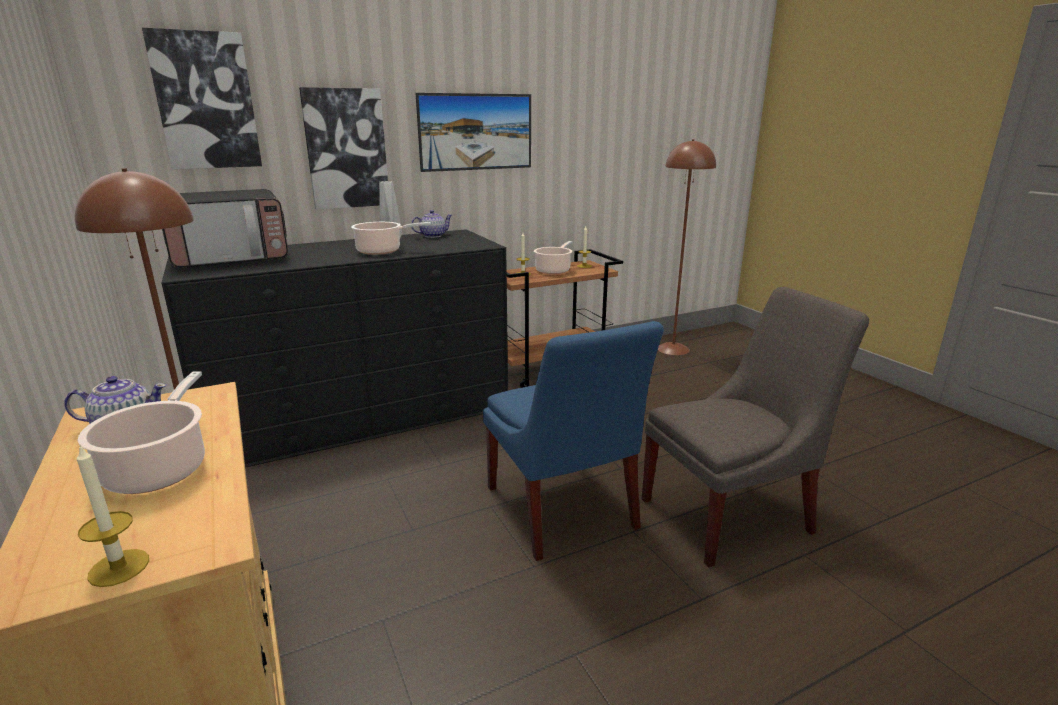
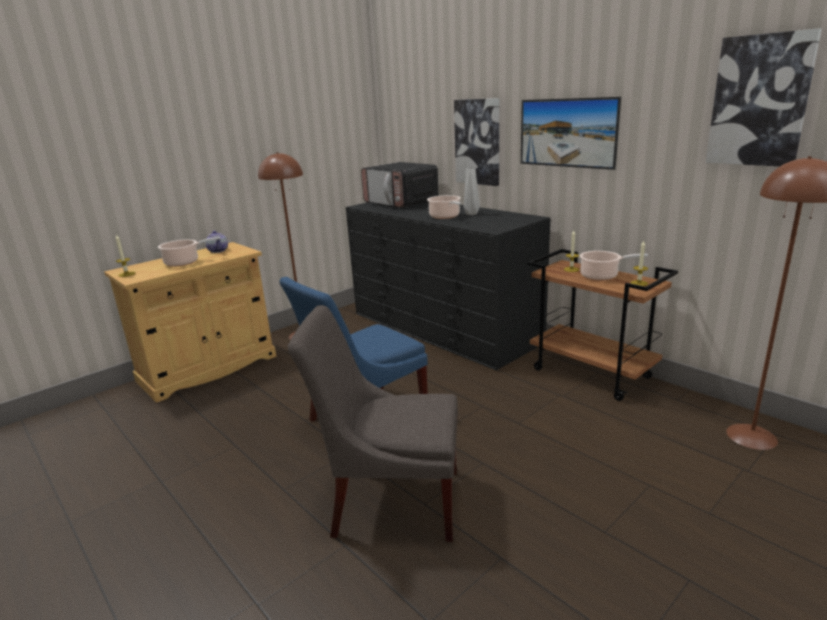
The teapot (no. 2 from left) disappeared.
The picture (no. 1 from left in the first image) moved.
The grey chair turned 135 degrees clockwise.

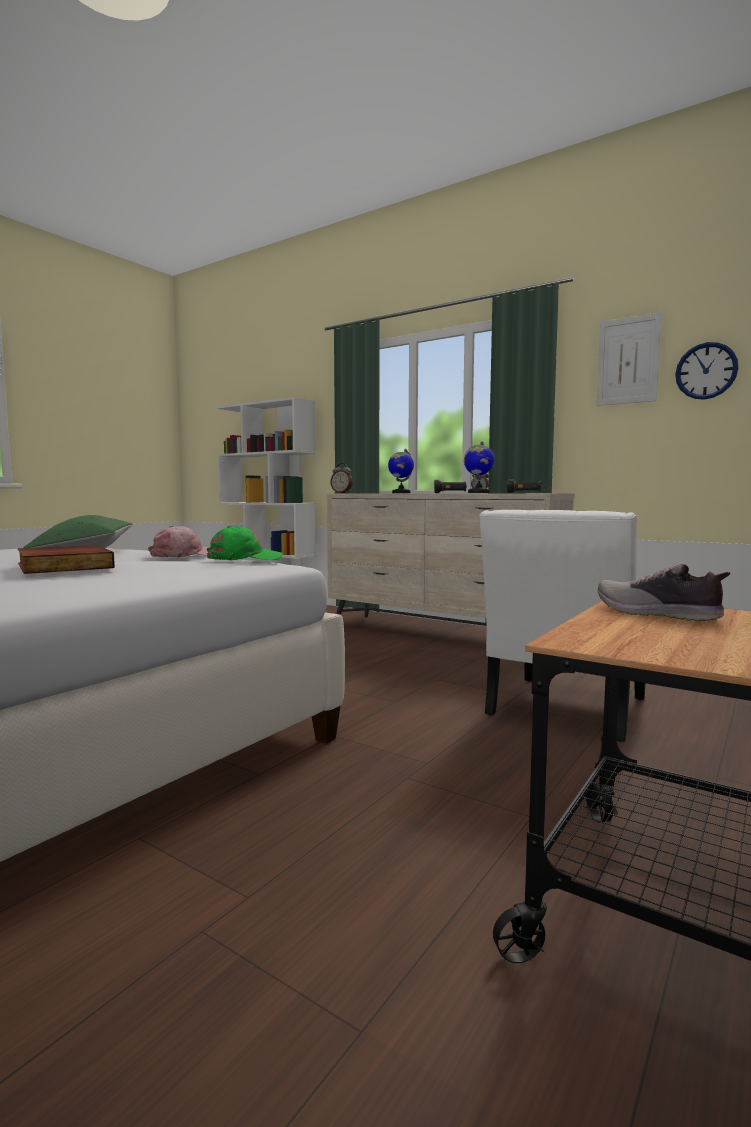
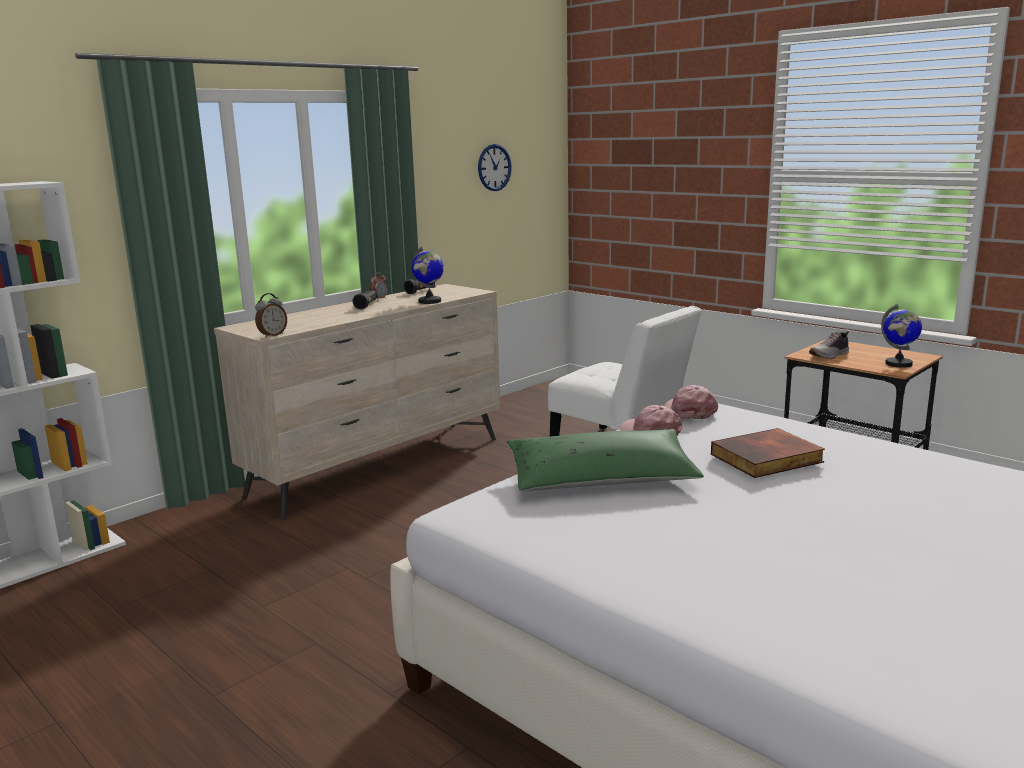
The picture disappeared.
The globe (no. 1 from left in the first image) moved.
The green cap became the pink cap (no. 2 from left).

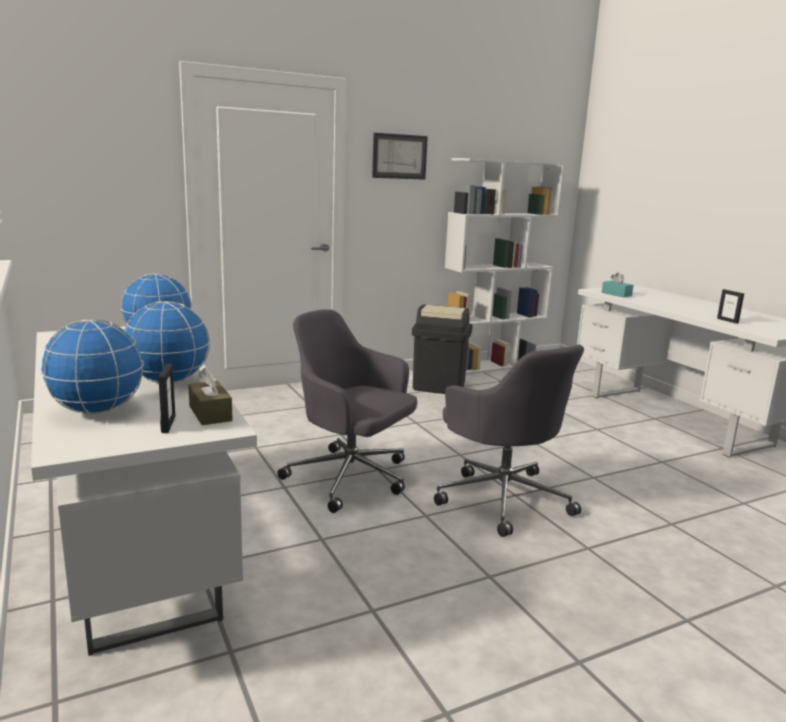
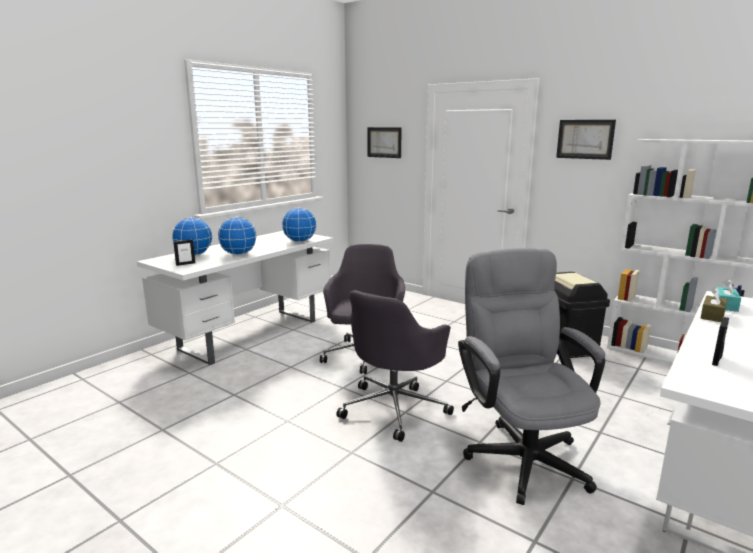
The picture (no. 1 from left) appeared.
The grey office chair (no. 3 from left) appeared.
The brown tissue box moved.

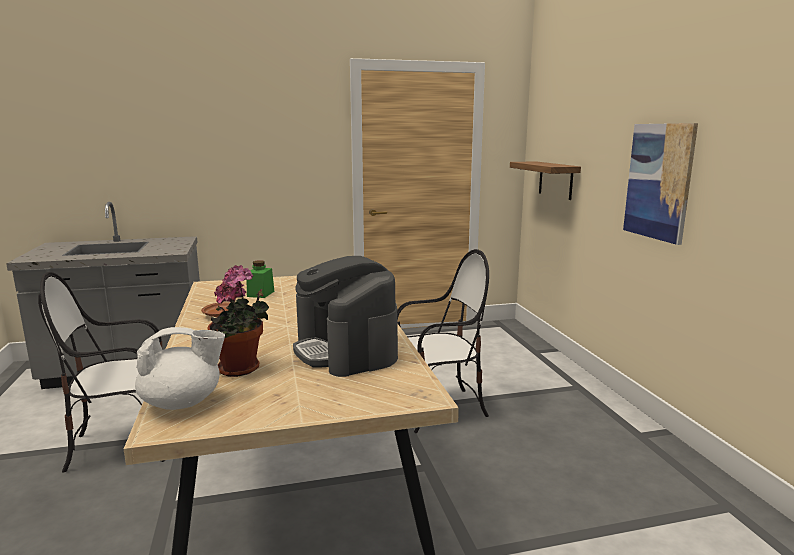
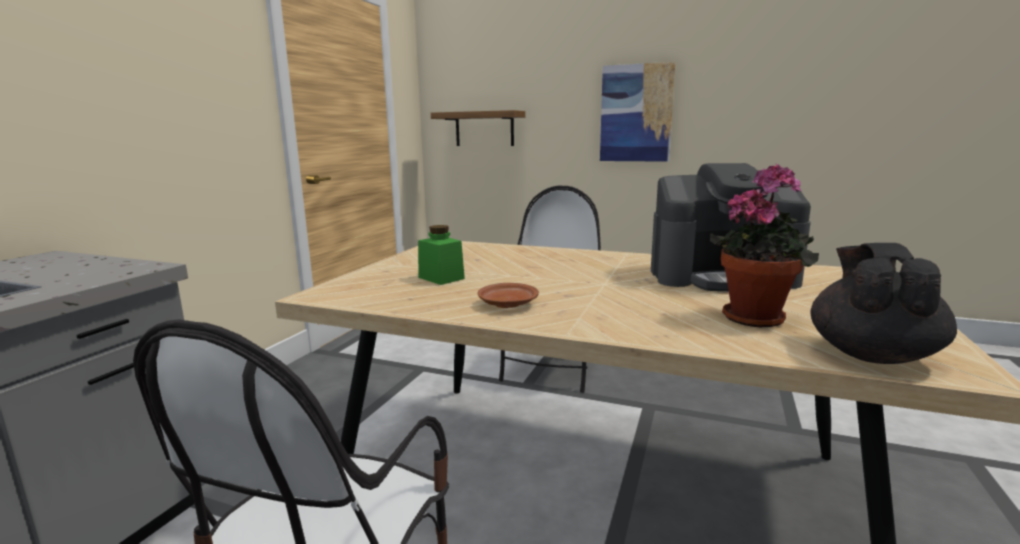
The white teapot became the black teapot.

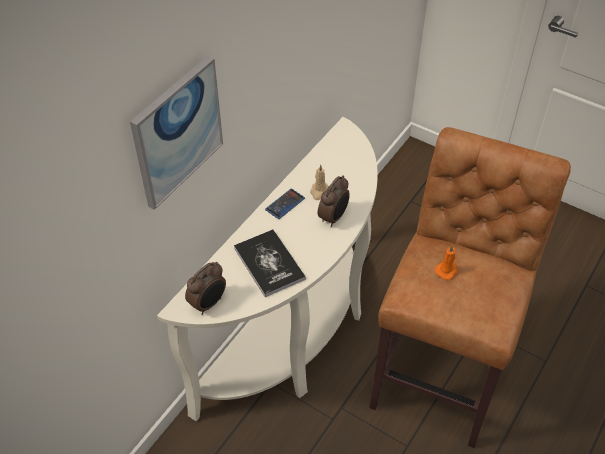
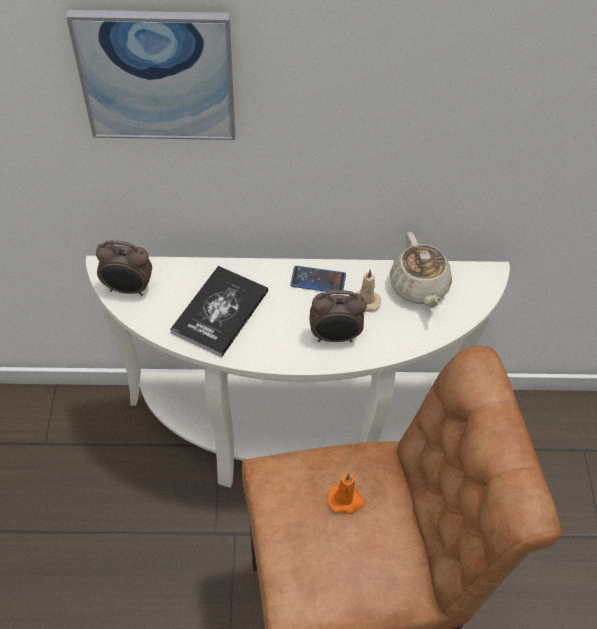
The beige teapot appeared.

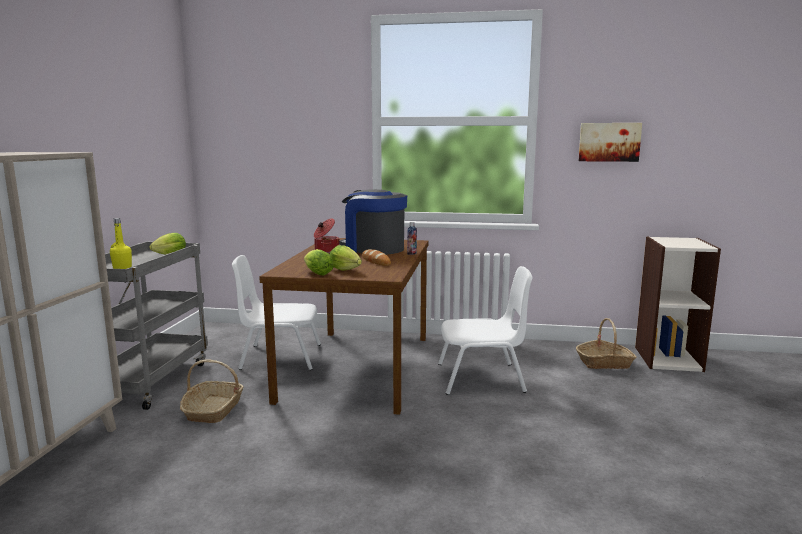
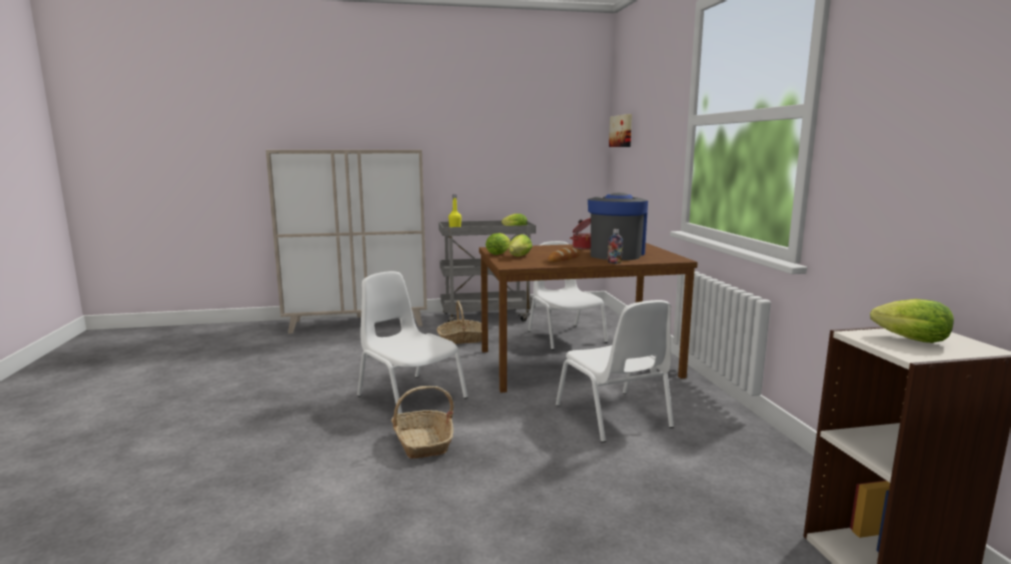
The white chair (no. 1 from left) appeared.
The lettuce (no. 4 from left) appeared.
The basket (no. 2 from left in the first image) moved.
The picture moved.

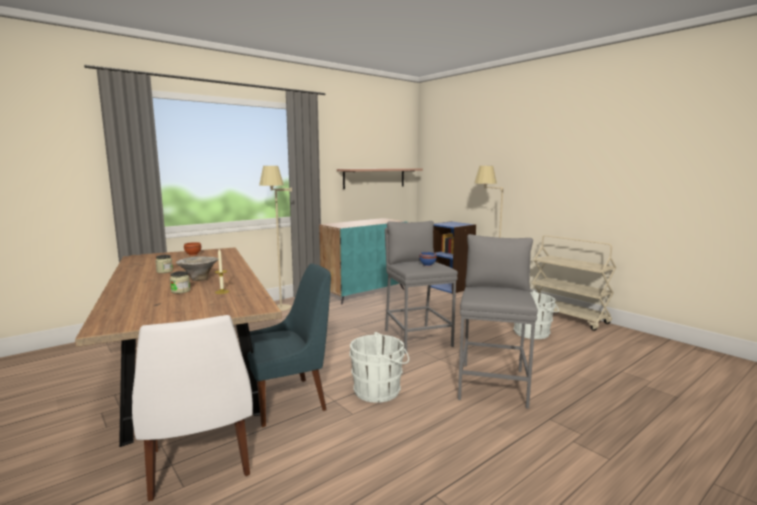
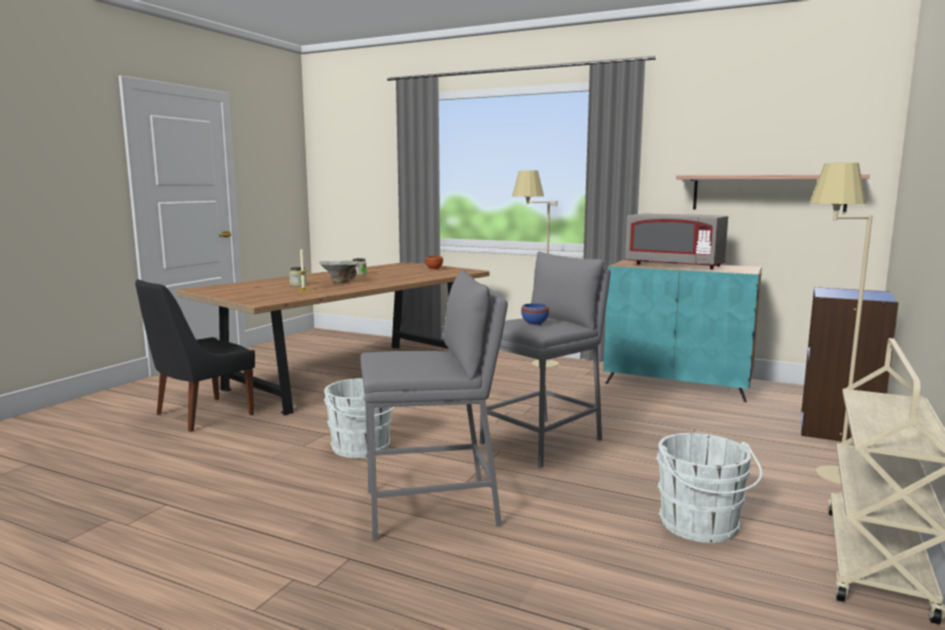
The blue chair disappeared.
The grey microwave appeared.
The white chair became the black chair.

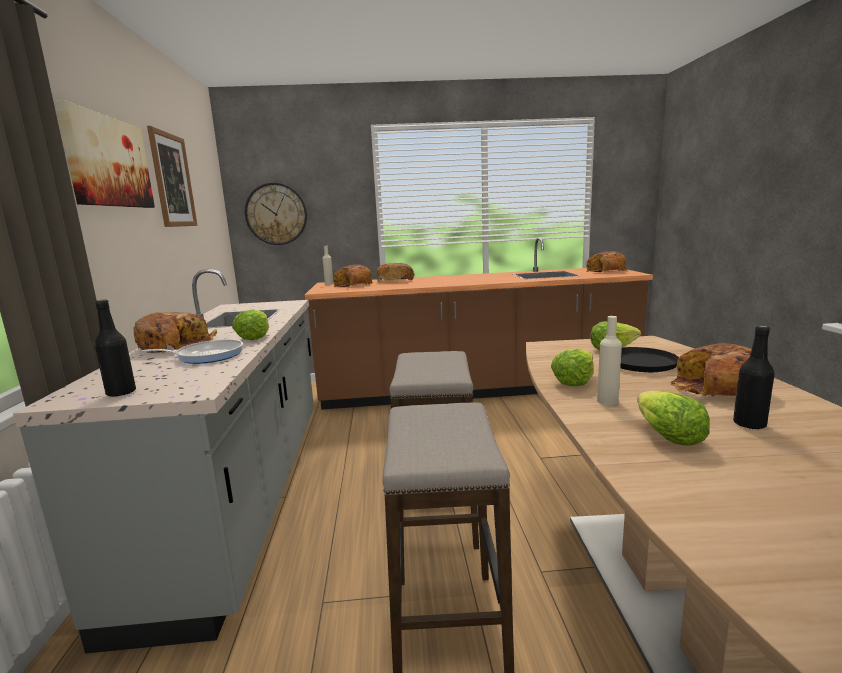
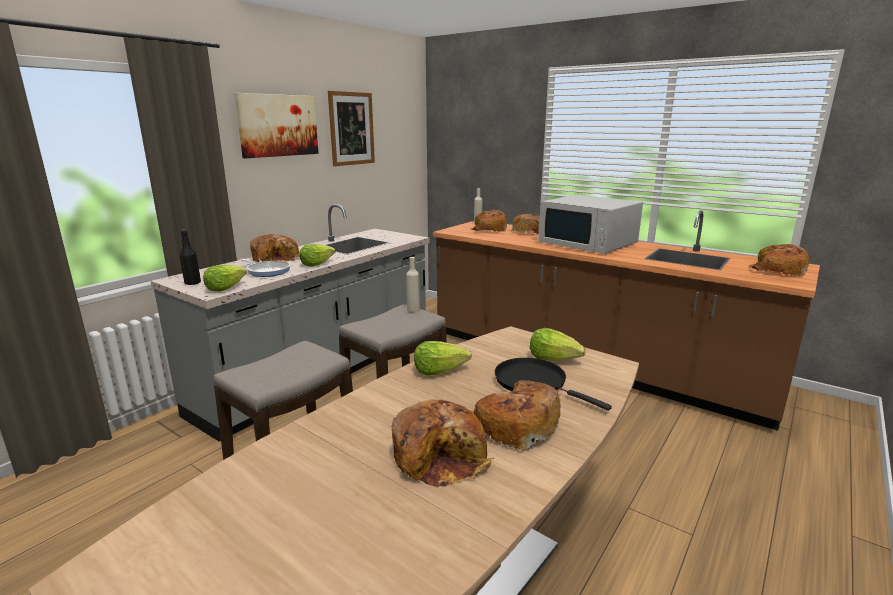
The wall clock disappeared.
The white microwave appeared.
The beige bottle (no. 2 from left in the first image) moved.
The lettuce (no. 4 from left in the first image) moved.
The black bottle (no. 2 from left) was replaced by the bread (no. 2 from left).

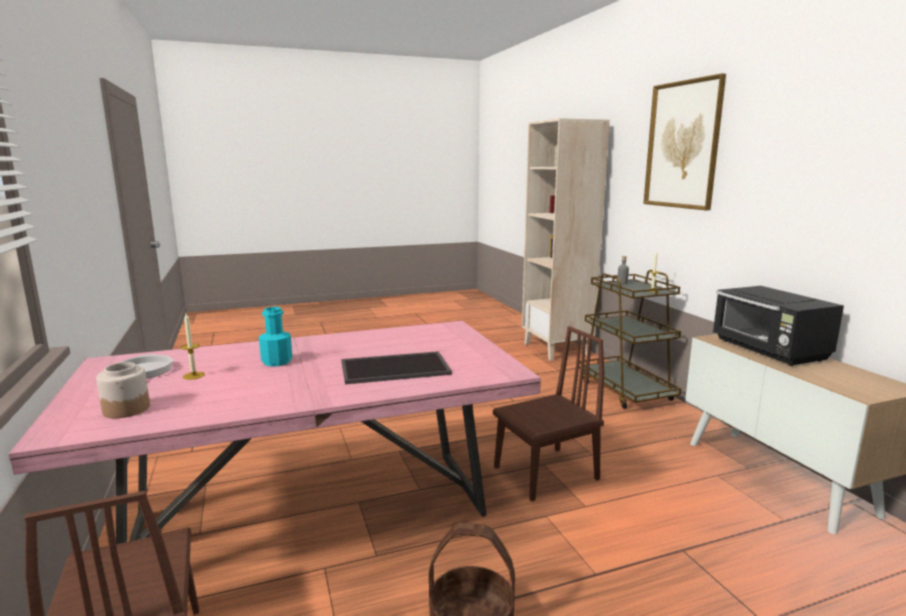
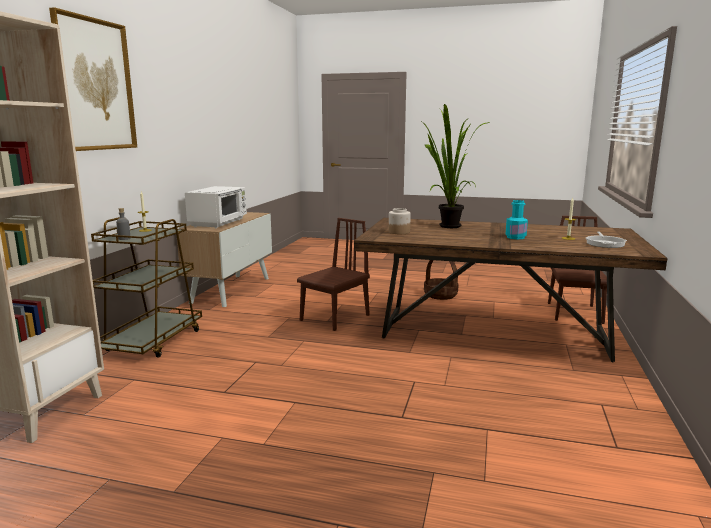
The jar moved.
The tray was replaced by the potted plant.
The pink dining table became the brown dining table.
The black microwave became the white microwave.
The brown chair (no. 2 from left in the first image) turned 120 degrees clockwise.

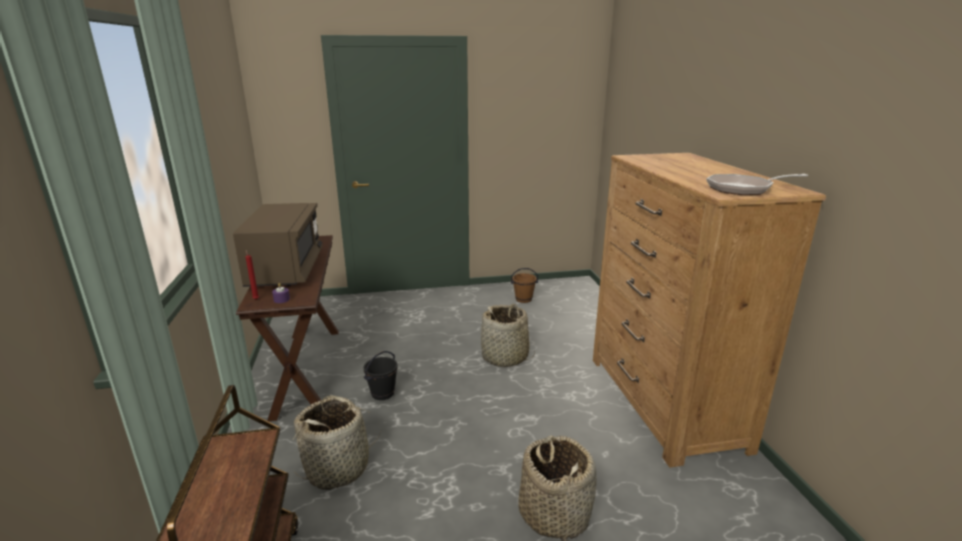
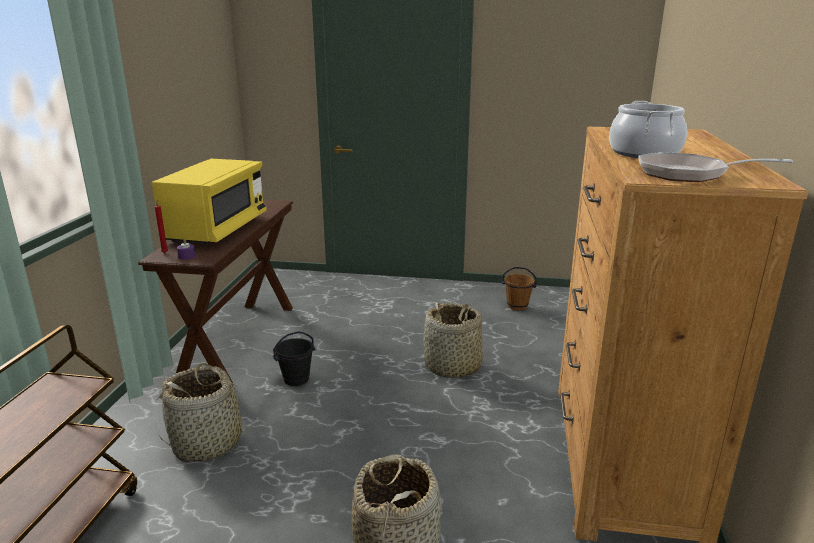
The cooking pot appeared.
The brown microwave became the yellow microwave.

